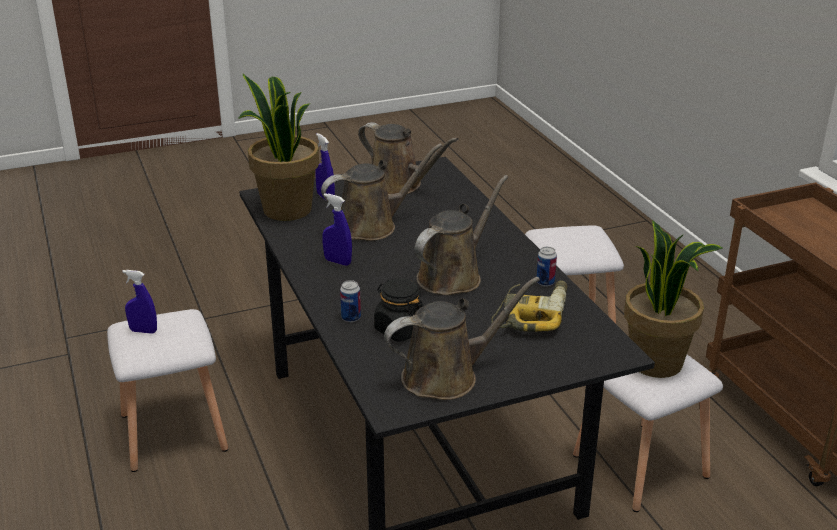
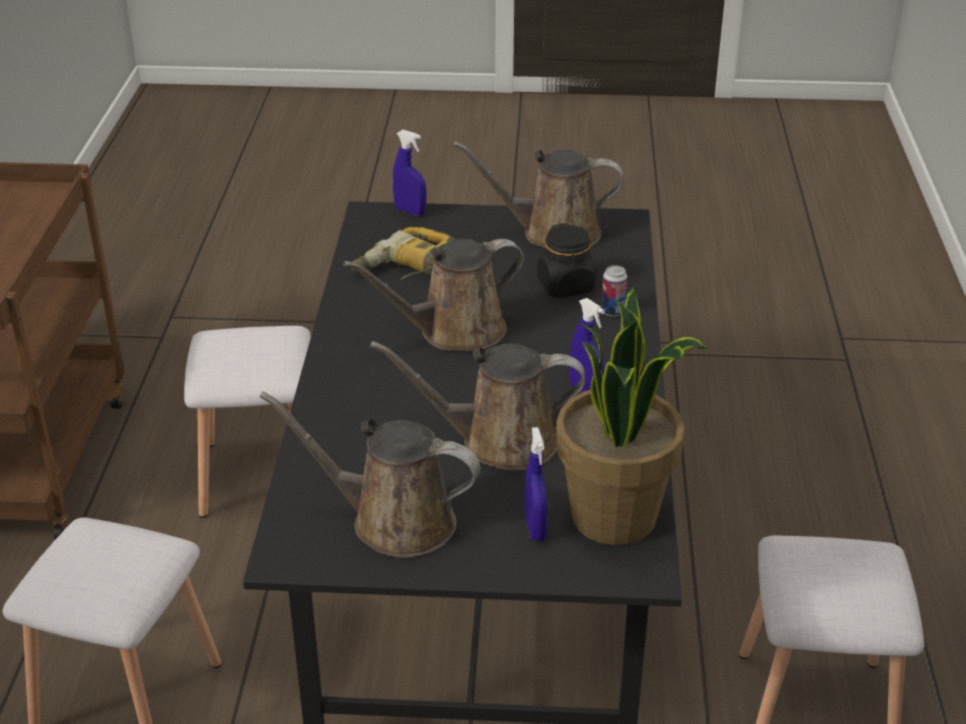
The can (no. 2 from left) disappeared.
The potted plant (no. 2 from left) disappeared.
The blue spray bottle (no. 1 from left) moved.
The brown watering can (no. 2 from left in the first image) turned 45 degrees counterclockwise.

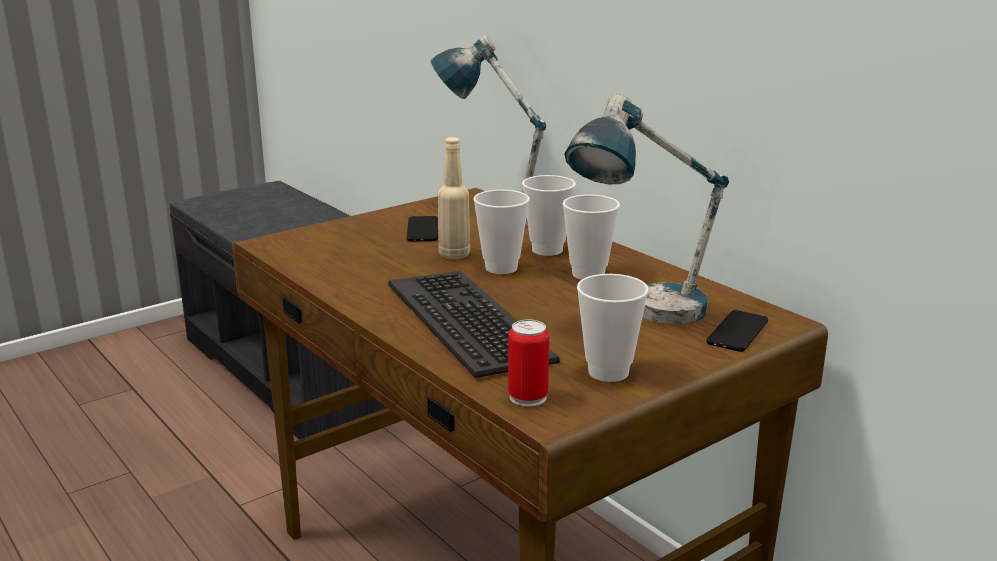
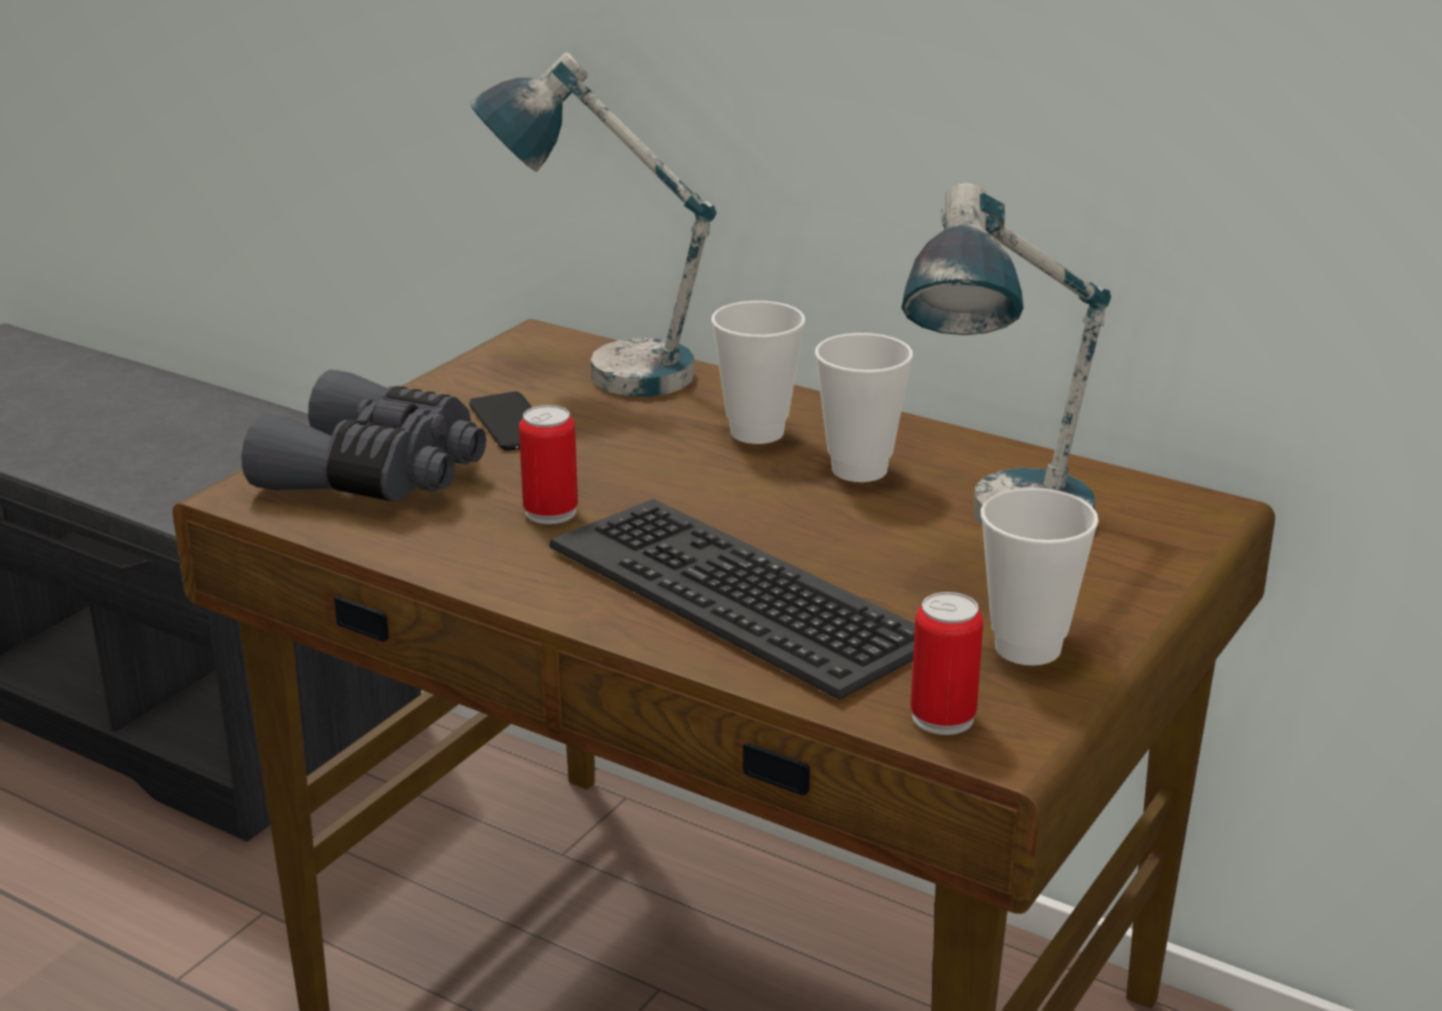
The beige bottle disappeared.
The cup (no. 1 from left) disappeared.
The phone (no. 2 from left) disappeared.
The grey binoculars appeared.
The can (no. 1 from left) appeared.

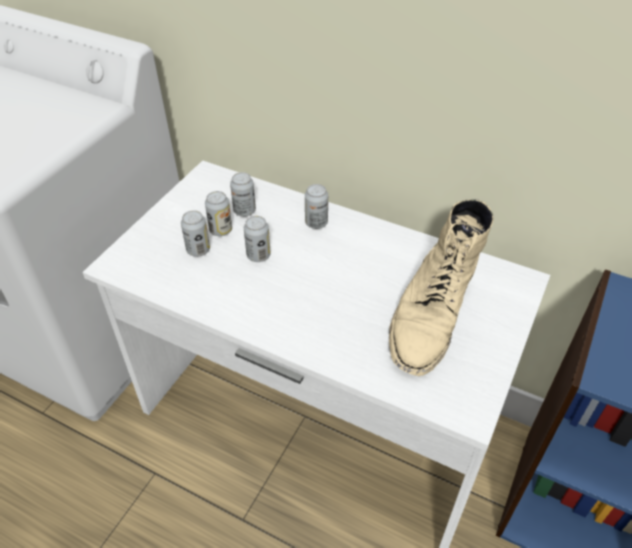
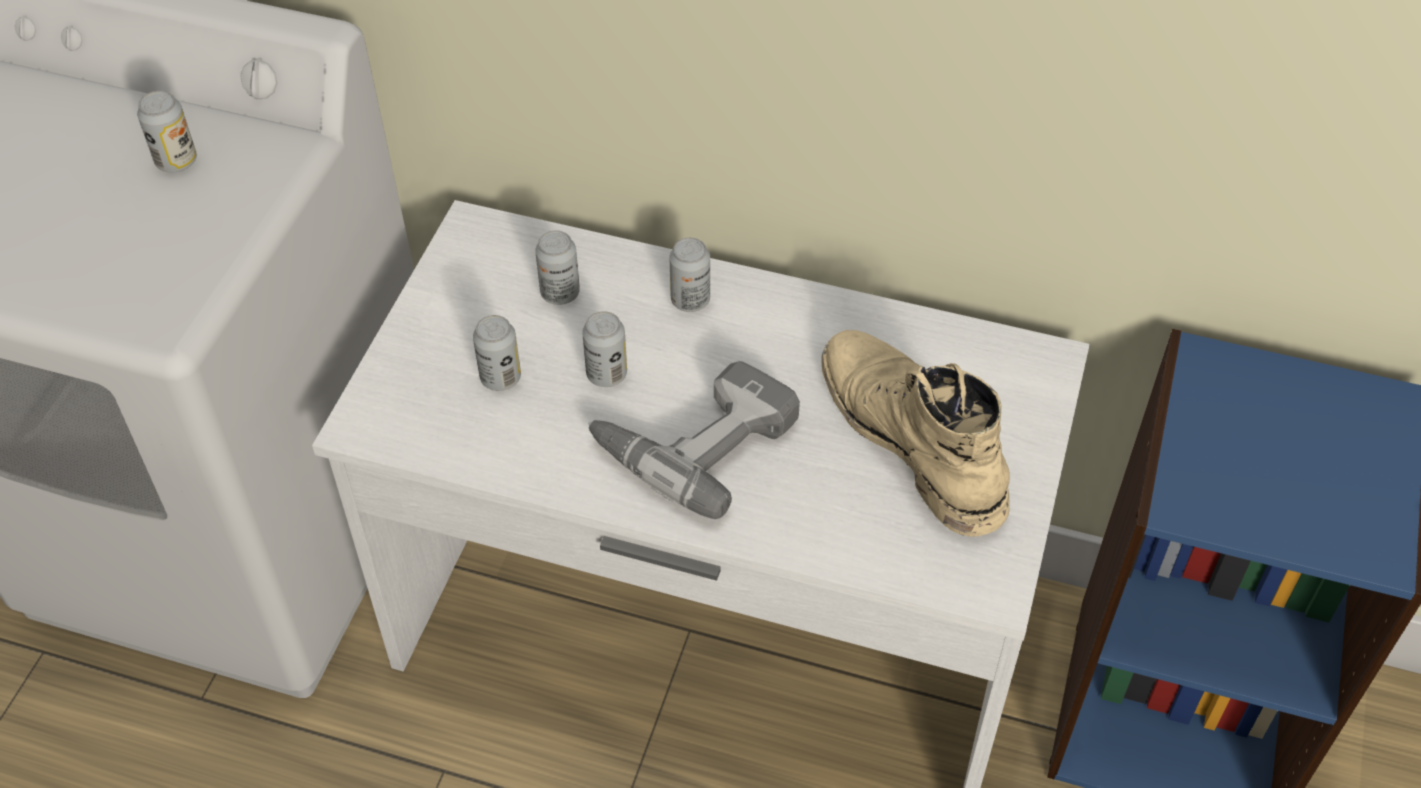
The power drill appeared.
The can (no. 2 from left in the first image) moved.
The beige boot turned 135 degrees clockwise.

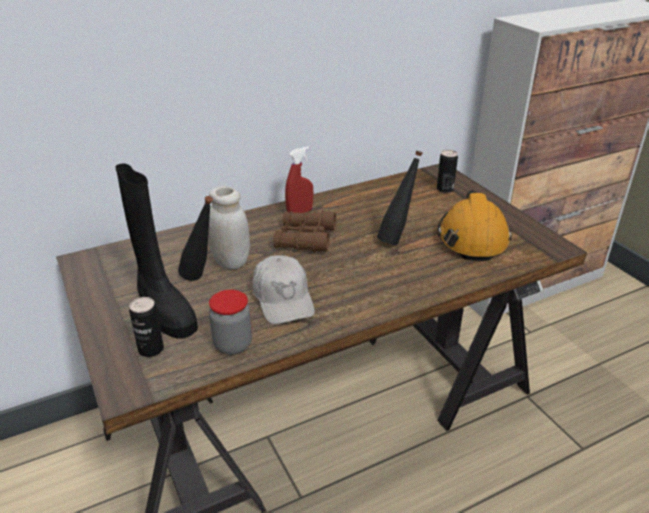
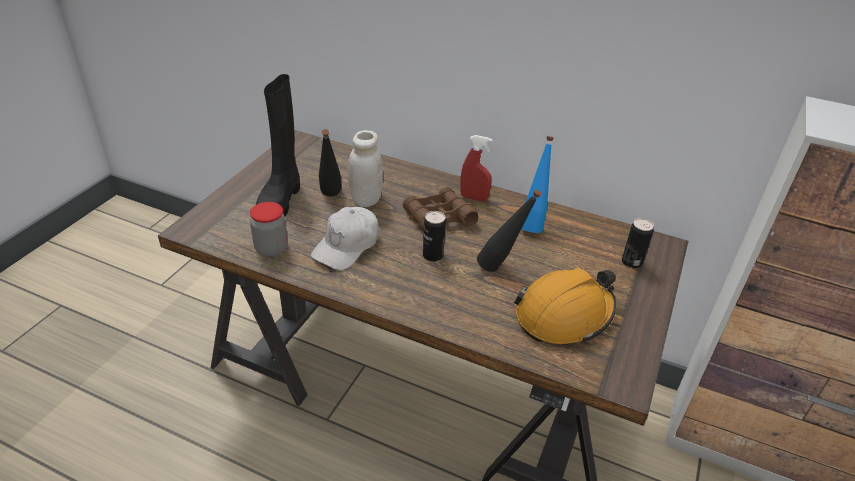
The blue bottle appeared.
The can (no. 1 from left) moved.

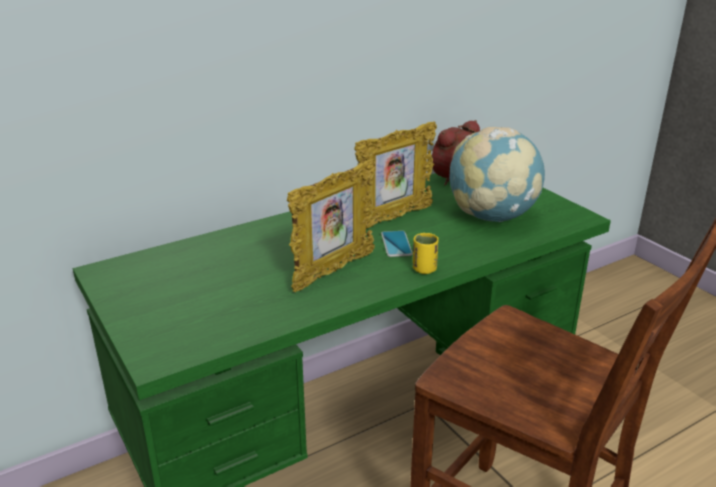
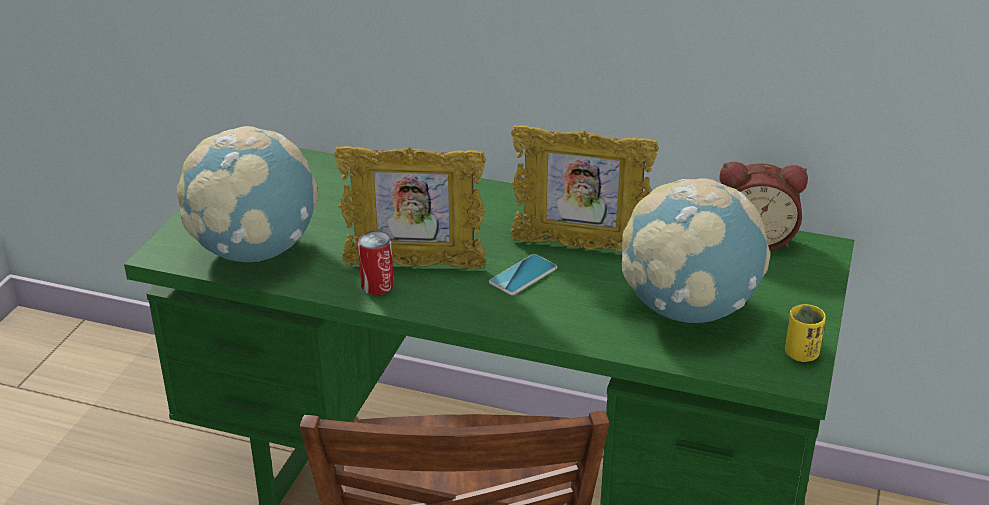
The globe (no. 1 from left) appeared.
The can appeared.
The yellow cup moved.

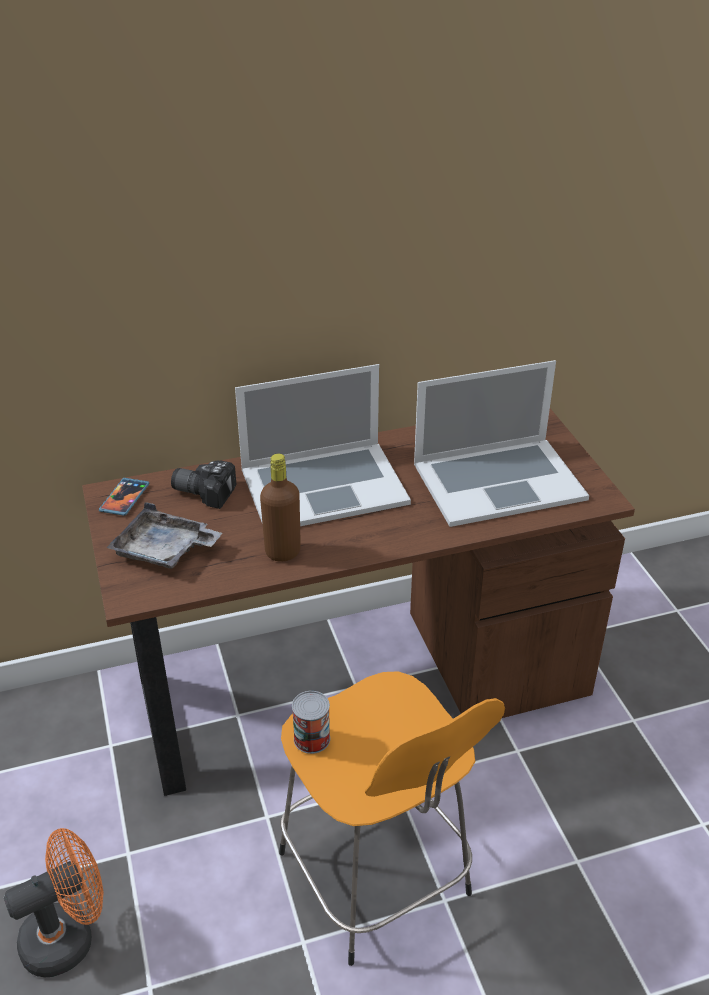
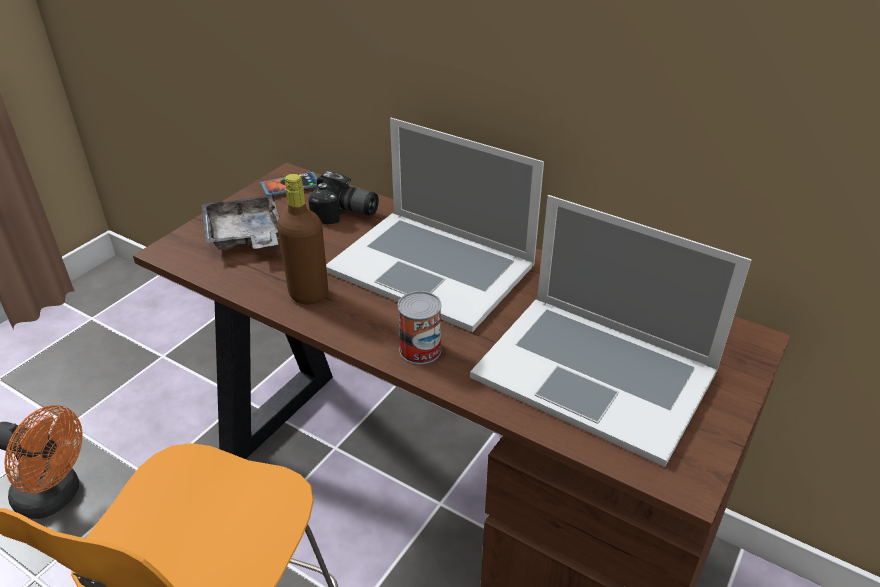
The can moved.
The photo camera turned 135 degrees clockwise.

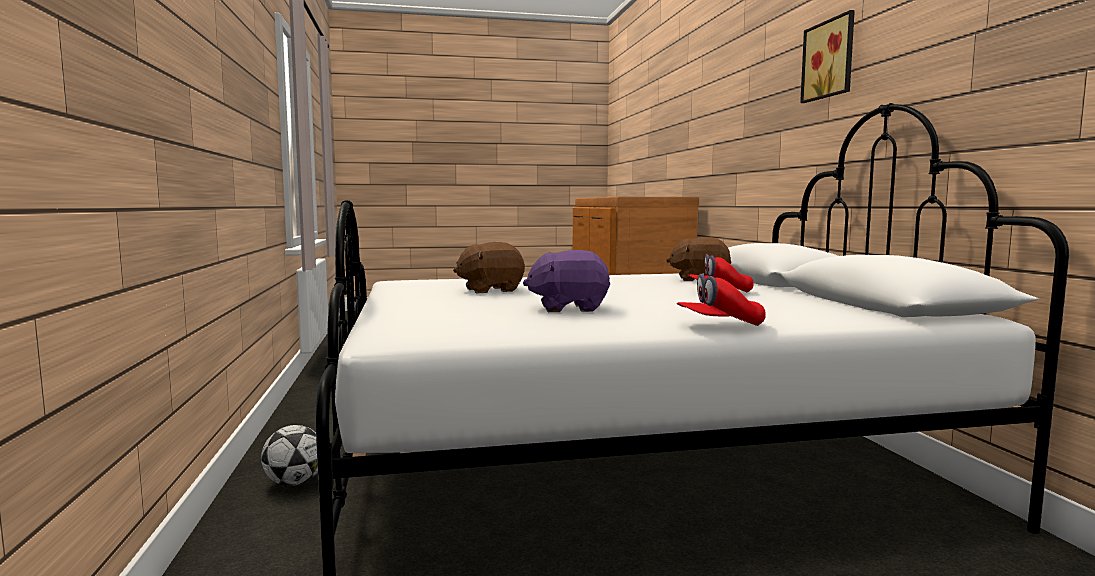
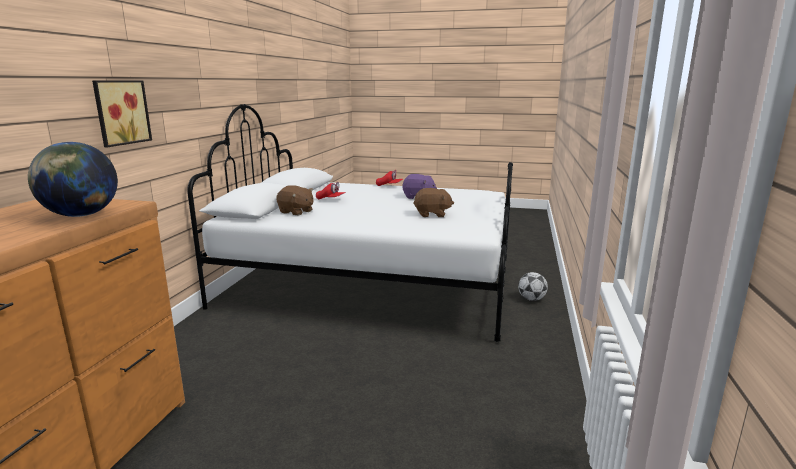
The globe appeared.
The picture moved.

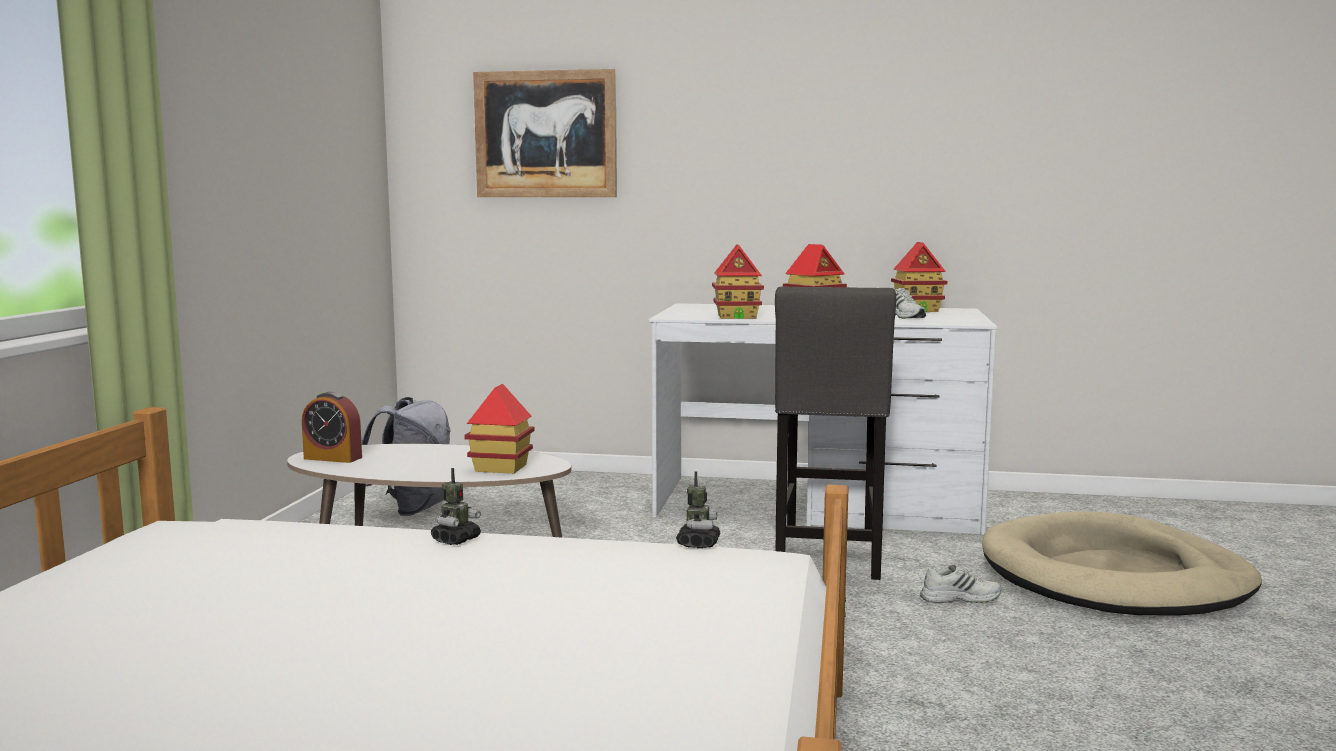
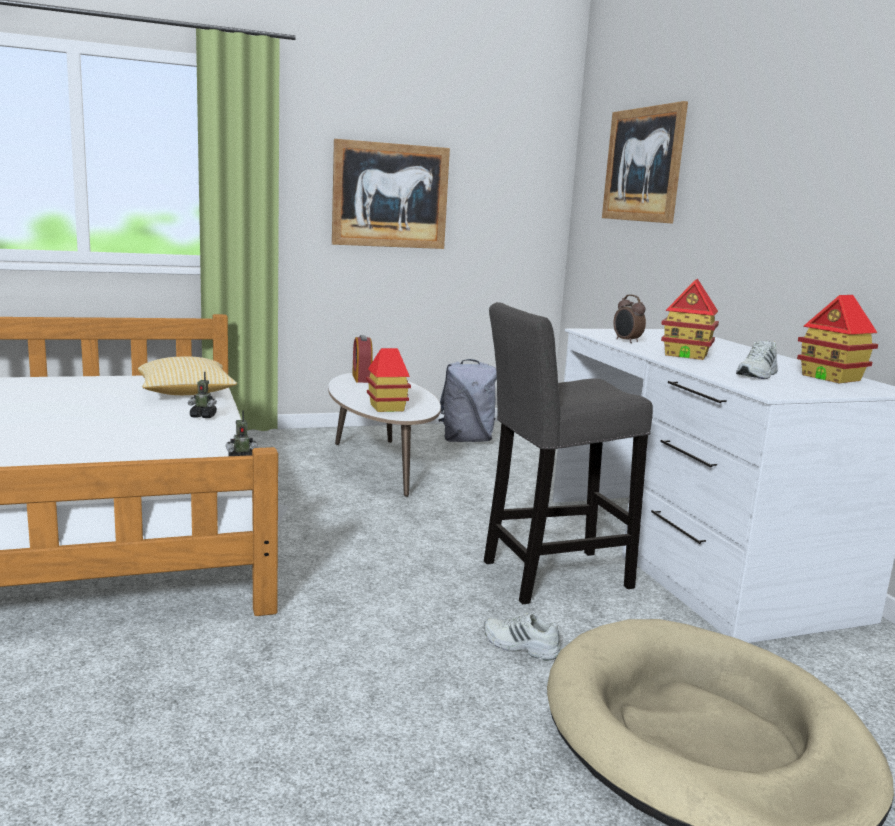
The pillow appeared.
The picture (no. 1 from left) appeared.
The toy house (no. 2 from left) was replaced by the alarm clock (no. 2 from left).
The white shoe (no. 2 from left in the first image) turned 150 degrees clockwise.

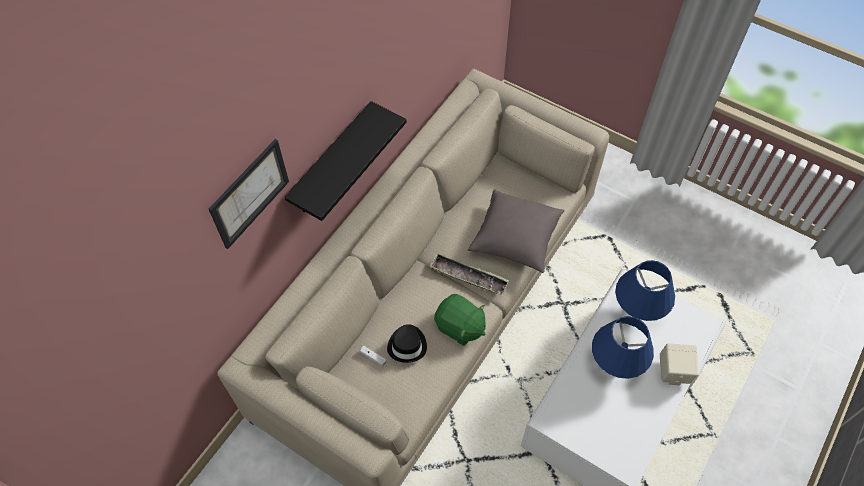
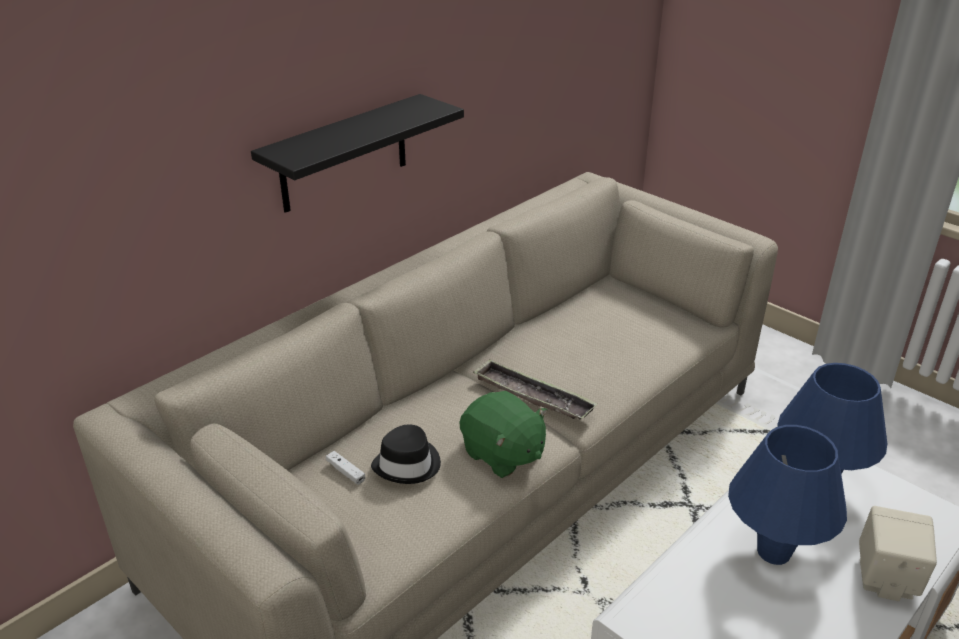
The picture disappeared.
The grey pillow disappeared.

